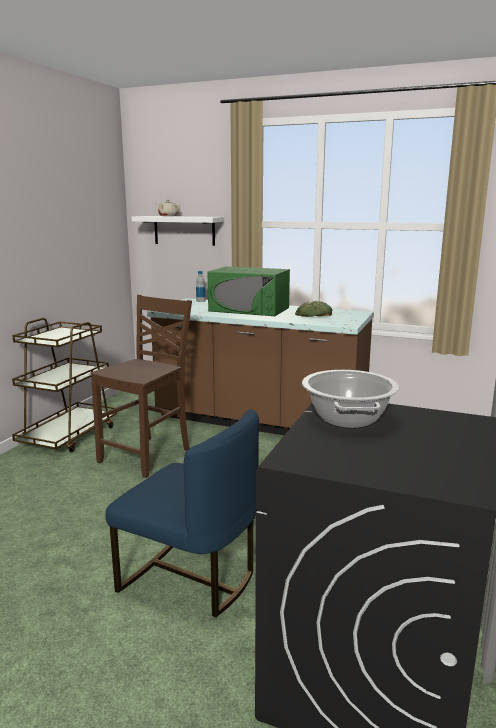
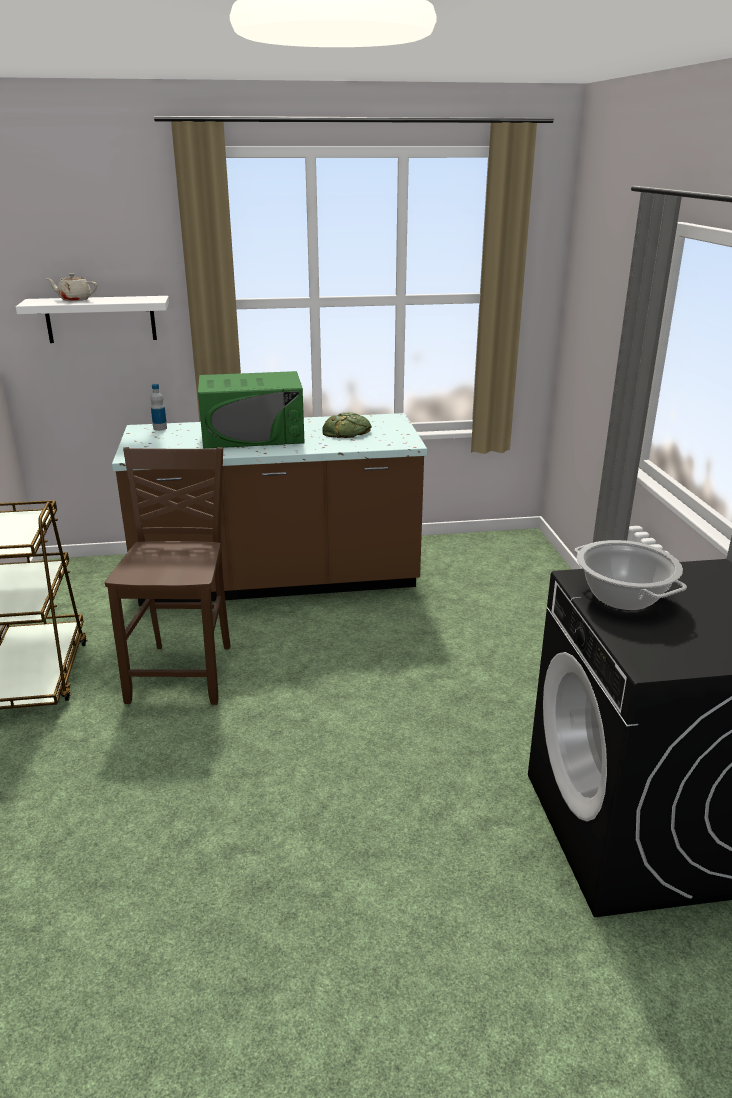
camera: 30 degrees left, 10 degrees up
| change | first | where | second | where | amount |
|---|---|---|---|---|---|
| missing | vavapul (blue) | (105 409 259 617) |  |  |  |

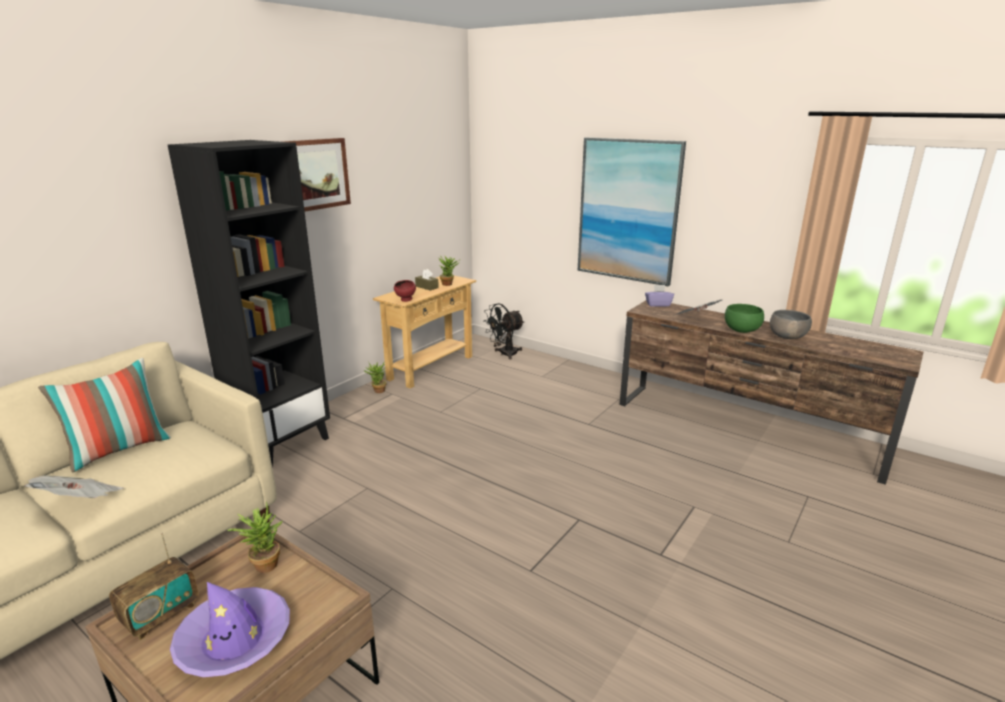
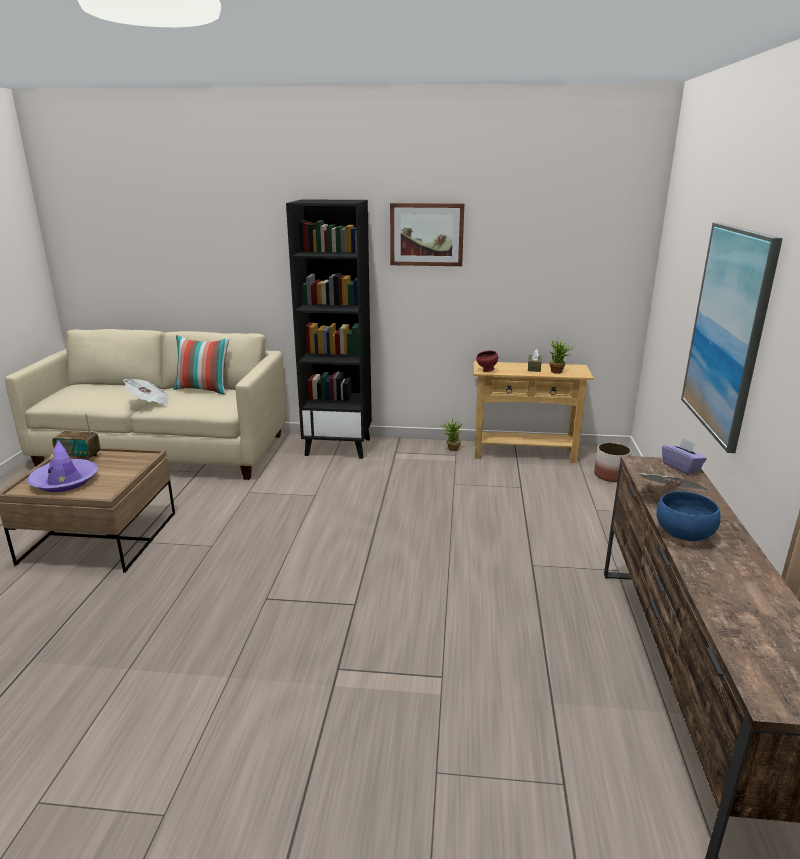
camera: 60 degrees right, 0 degrees up
| change | first | where | second | where | amount |
|---|---|---|---|---|---|
| missing | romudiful | (227 502 282 573) |  |  |  |
| exchanged | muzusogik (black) | (483 303 524 360) | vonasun | (594 443 632 482) |  |
| colour | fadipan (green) | (725 304 764 333) | fadipan (blue) | (656 491 721 541) |  |
| missing | fadipan (grey) | (770 310 812 339) |  |  |  |

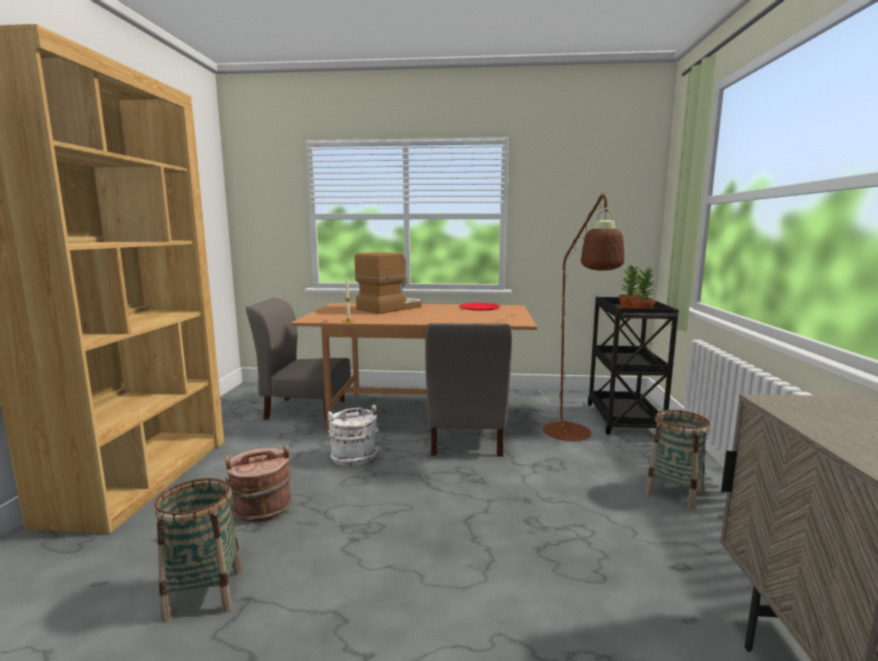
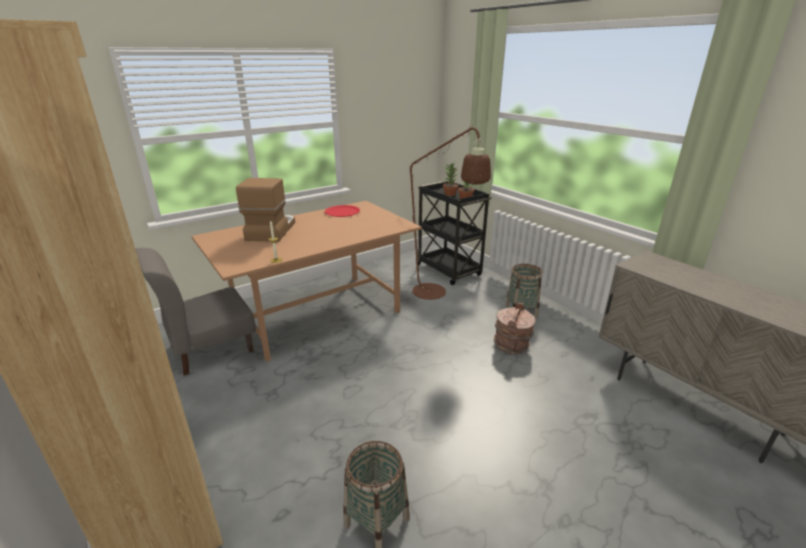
camera: 40 degrees left, 15 degrees up
| change | first | where | second | where | amount |
|---|---|---|---|---|---|
| relocated | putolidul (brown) | (225 445 292 522) |  | (494 302 535 355) |  |
| missing | putolidul (white) | (328 405 379 466) |  |  |  |
| missing | vavapul (grey) | (425 323 512 457) |  |  |  |

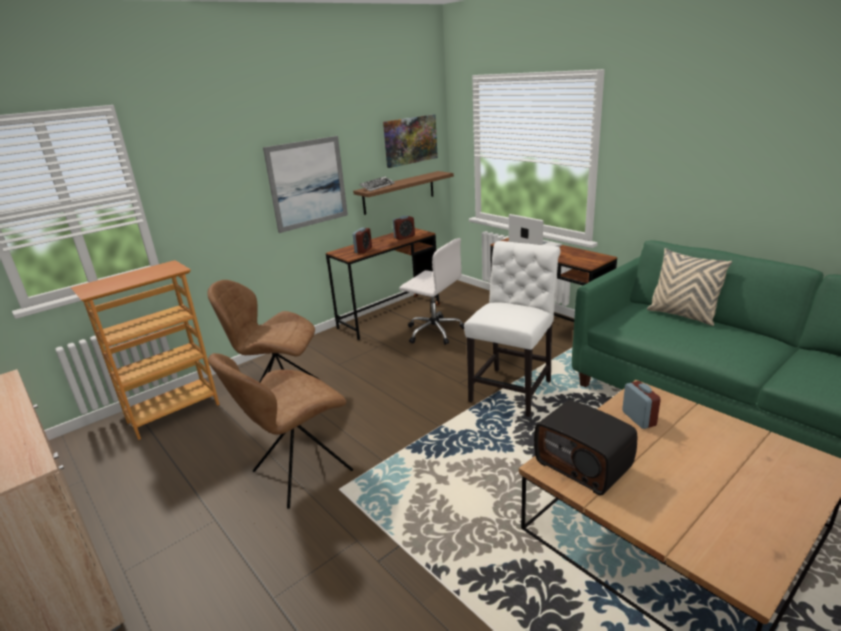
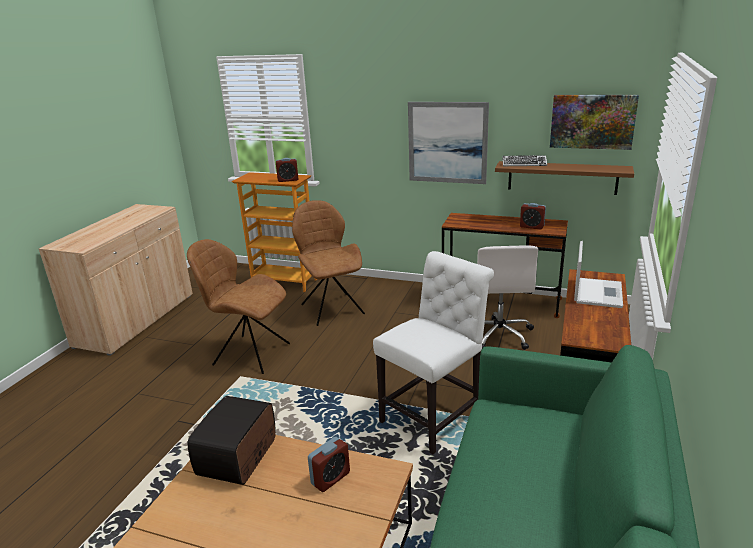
camera: 60 degrees right, 0 degrees up
| change | first | where | second | where | amount |
|---|---|---|---|---|---|
| relocated | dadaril | (352 228 372 254) |  | (276 158 299 182) |  |
| spun | vavapul (white) | (464 241 560 417) |  | (373 251 494 454) | 45 degrees counterclockwise |
| missing | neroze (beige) | (647 248 732 326) |  |  |  |

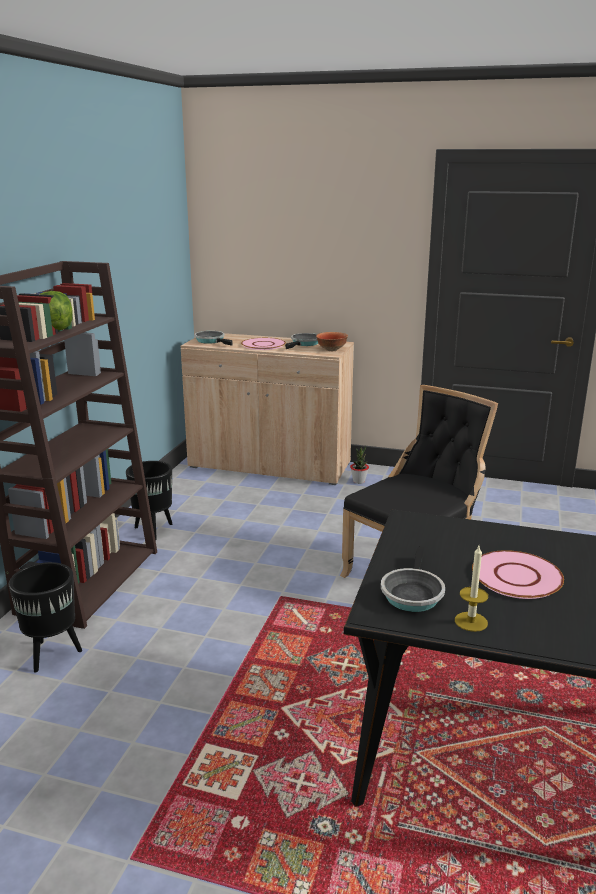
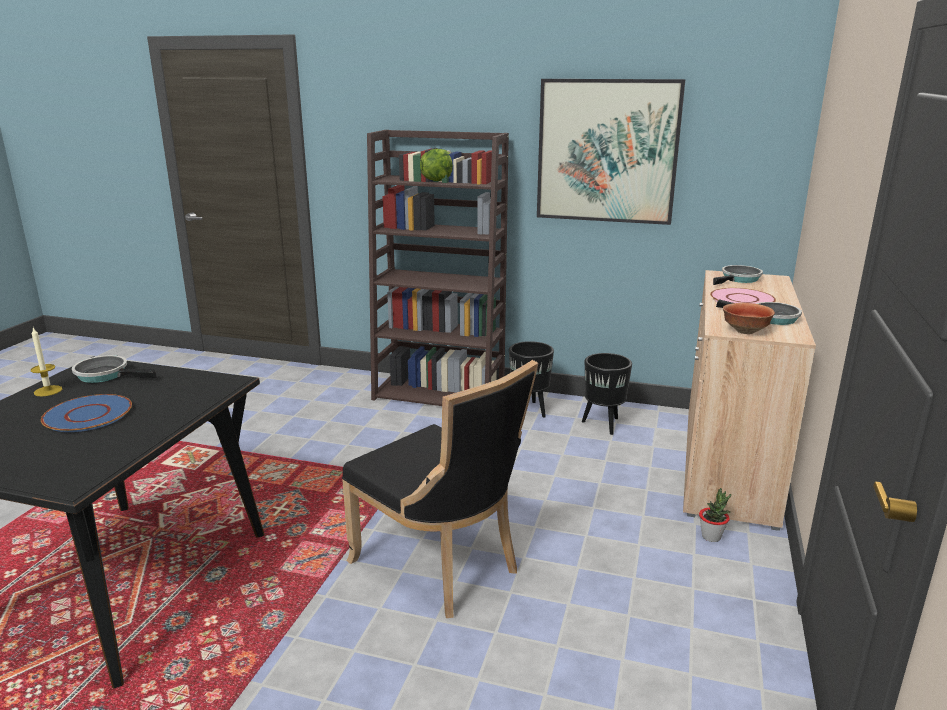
camera: 90 degrees right, 0 degrees up
| change | first | where | second | where | amount |
|---|---|---|---|---|---|
| relocated | vonasun (black) | (9 562 82 673) |  | (582 353 632 435) |  |
| colour | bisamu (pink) | (472 550 564 599) | bisamu (blue) | (41 394 132 432) |  |
| appeared |  |  | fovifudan | (537 79 685 225) |  |

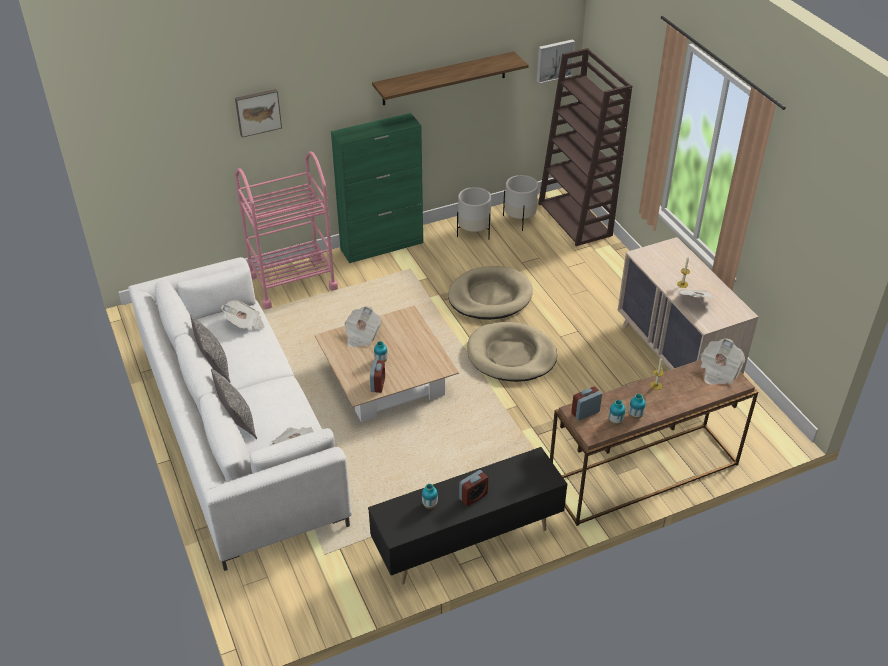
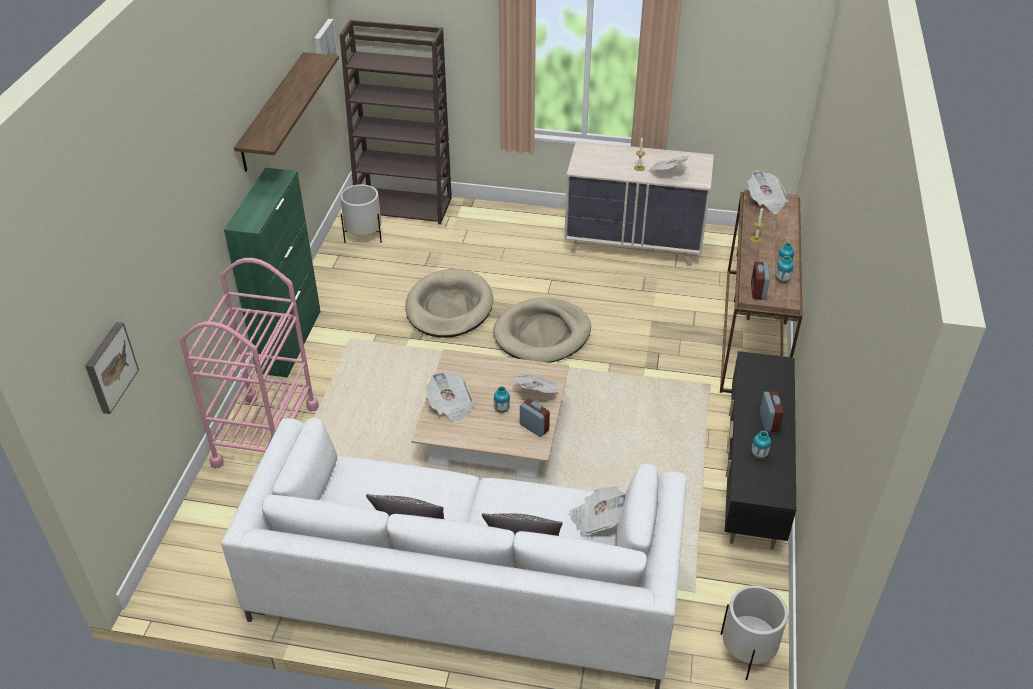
camera: 55 degrees left, 0 degrees up
| change | first | where | second | where | amount |
|---|---|---|---|---|---|
| relocated | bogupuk | (221 300 264 330) |  | (513 375 559 393) |  |
| relocated | fovifudan | (235 89 282 137) |  | (85 322 139 414) |  |
| relocated | vonasun (white) | (457 187 491 239) |  | (721 585 788 680) |  |

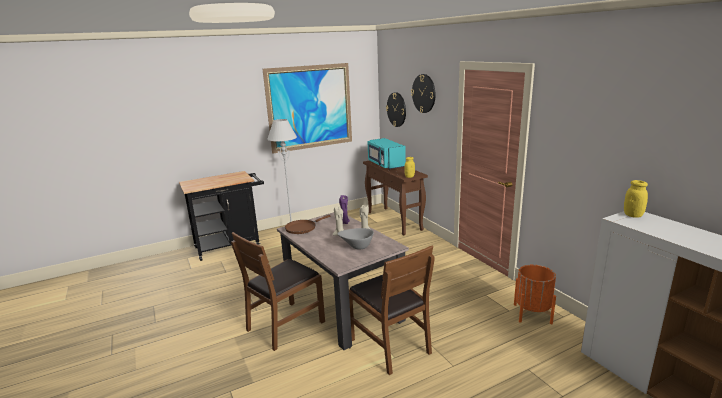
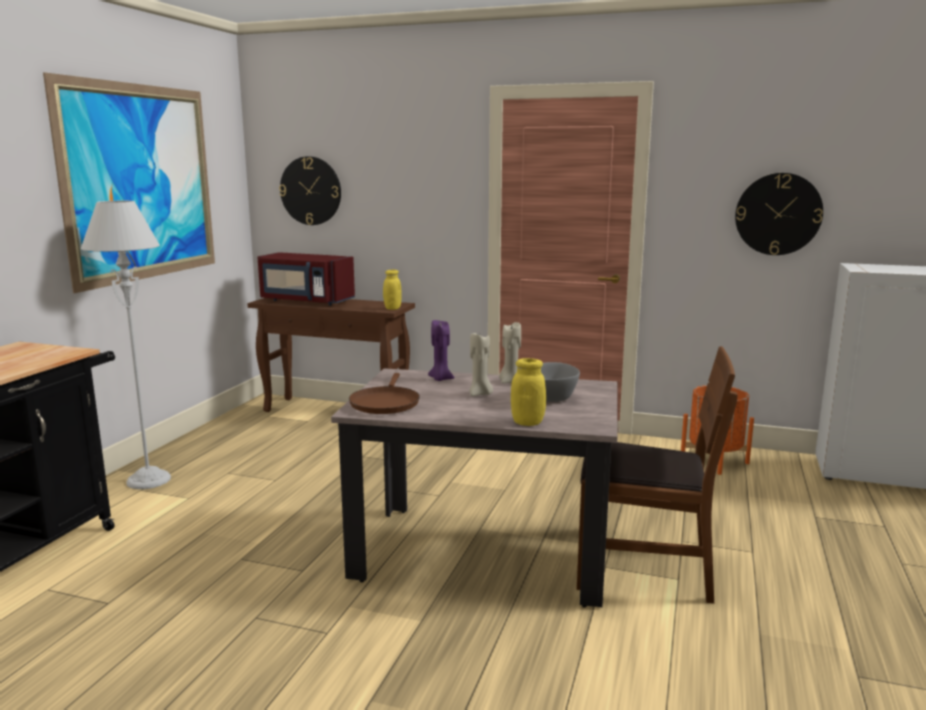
camera: 45 degrees left, 5 degrees down
| change | first | where | second | where | amount |
|---|---|---|---|---|---|
| missing | vavapul (brown) | (231 232 325 351) |  |  |  |
| colour | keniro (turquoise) | (368 138 406 170) | keniro (red) | (258 252 355 306) |  |
| relocated | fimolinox | (411 74 436 113) |  | (735 173 823 255) |  |
| relocated | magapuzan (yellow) | (624 180 648 218) |  | (511 358 546 426) |  |

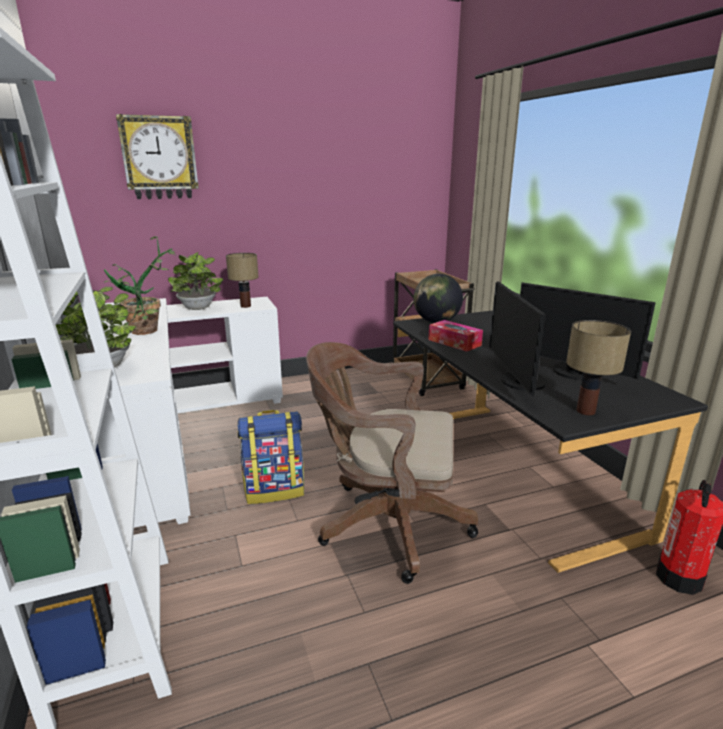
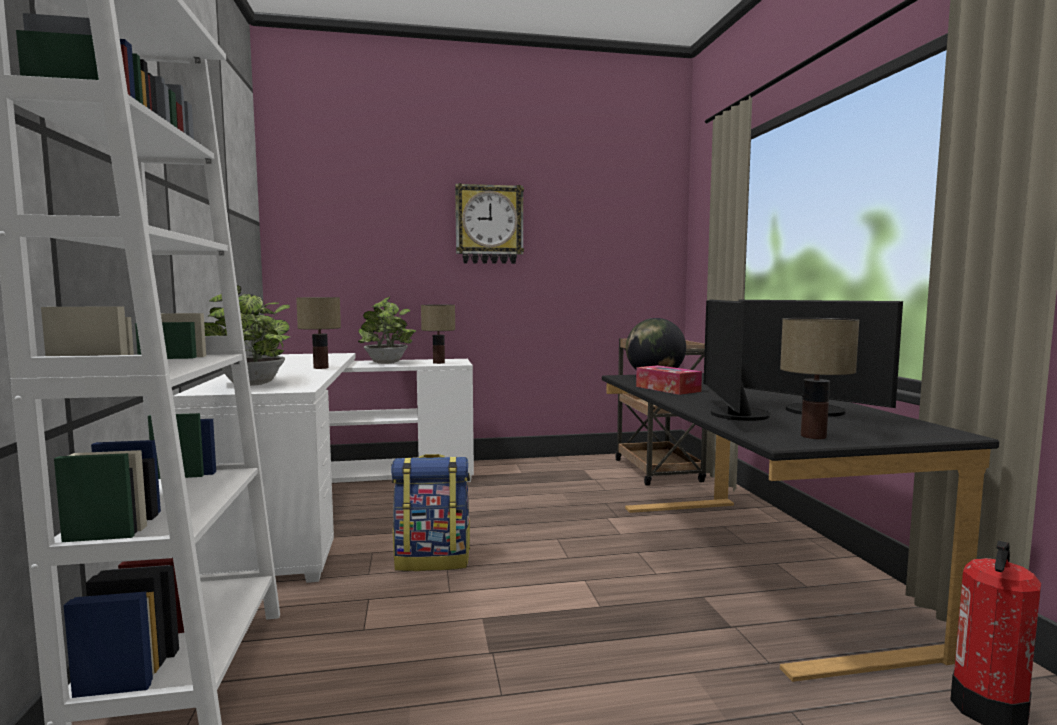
camera: 10 degrees right, 15 degrees down
| change | first | where | second | where | amount |
|---|---|---|---|---|---|
| exchanged | romudiful | (104 236 176 335) | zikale | (296 297 341 369) |  |
| relocated | fimolinox | (116 114 199 199) |  | (455 183 524 264) |  |
| missing | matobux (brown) | (306 342 478 584) |  |  |  |

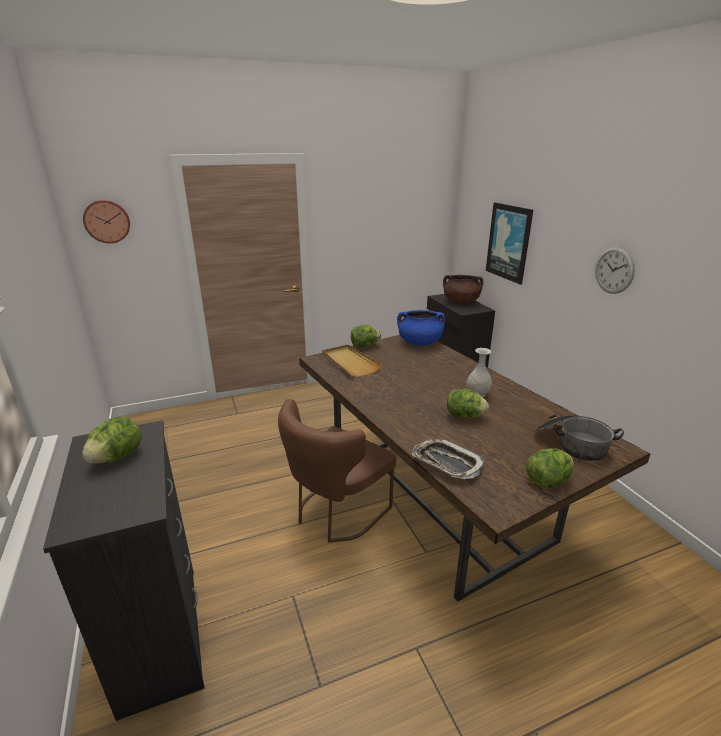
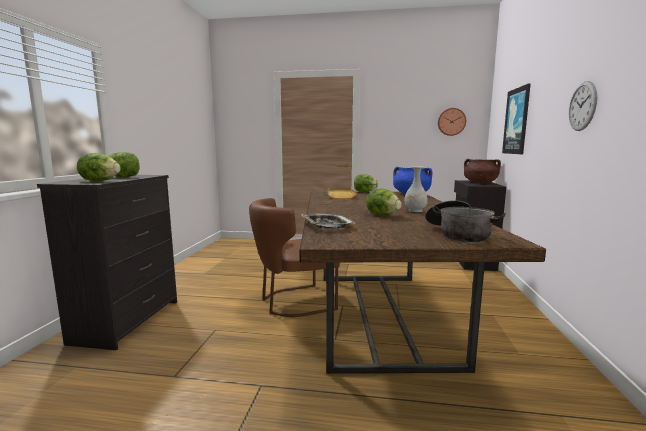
camera: 30 degrees right, 15 degrees down
| change | first | where | second | where | amount |
|---|---|---|---|---|---|
| relocated | fimolinox | (83 200 130 243) |  | (438 108 466 136) |  |
| relocated | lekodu | (526 448 574 488) |  | (77 153 121 181) |  |

